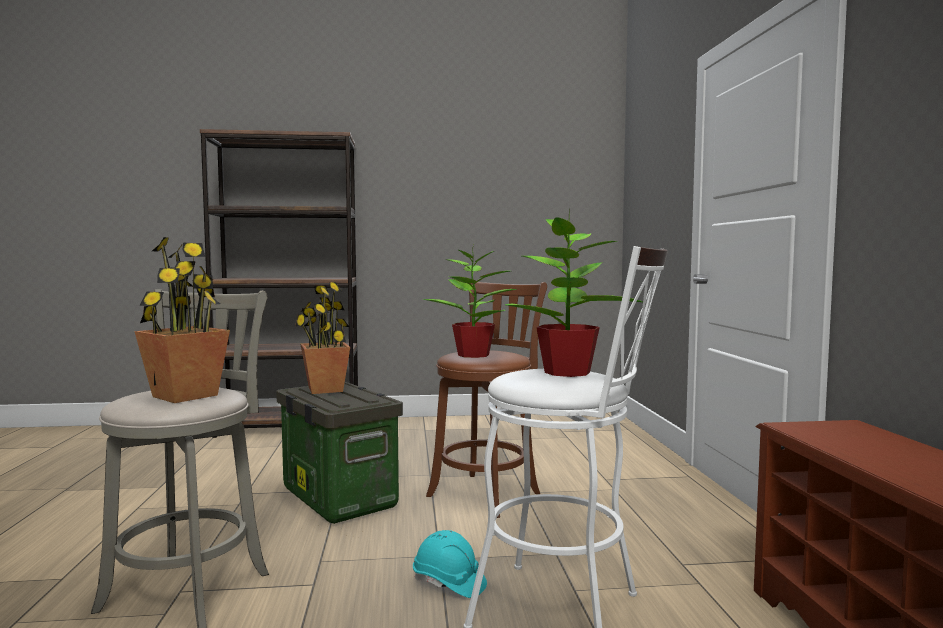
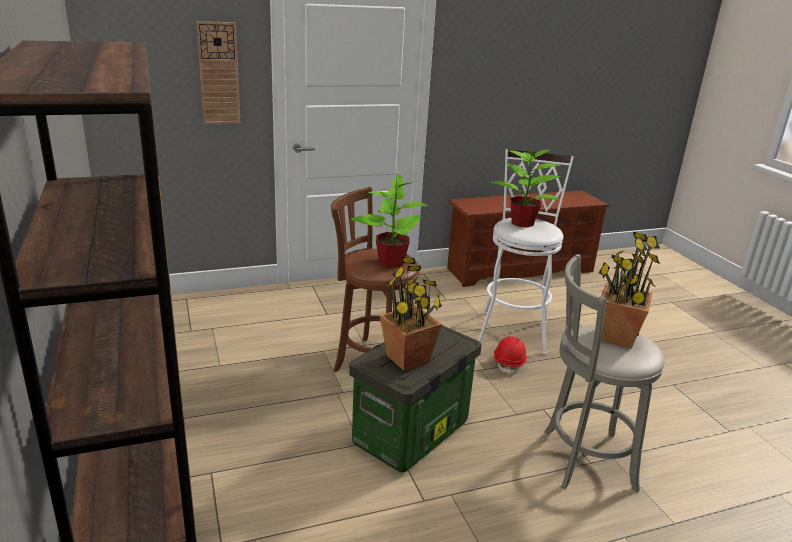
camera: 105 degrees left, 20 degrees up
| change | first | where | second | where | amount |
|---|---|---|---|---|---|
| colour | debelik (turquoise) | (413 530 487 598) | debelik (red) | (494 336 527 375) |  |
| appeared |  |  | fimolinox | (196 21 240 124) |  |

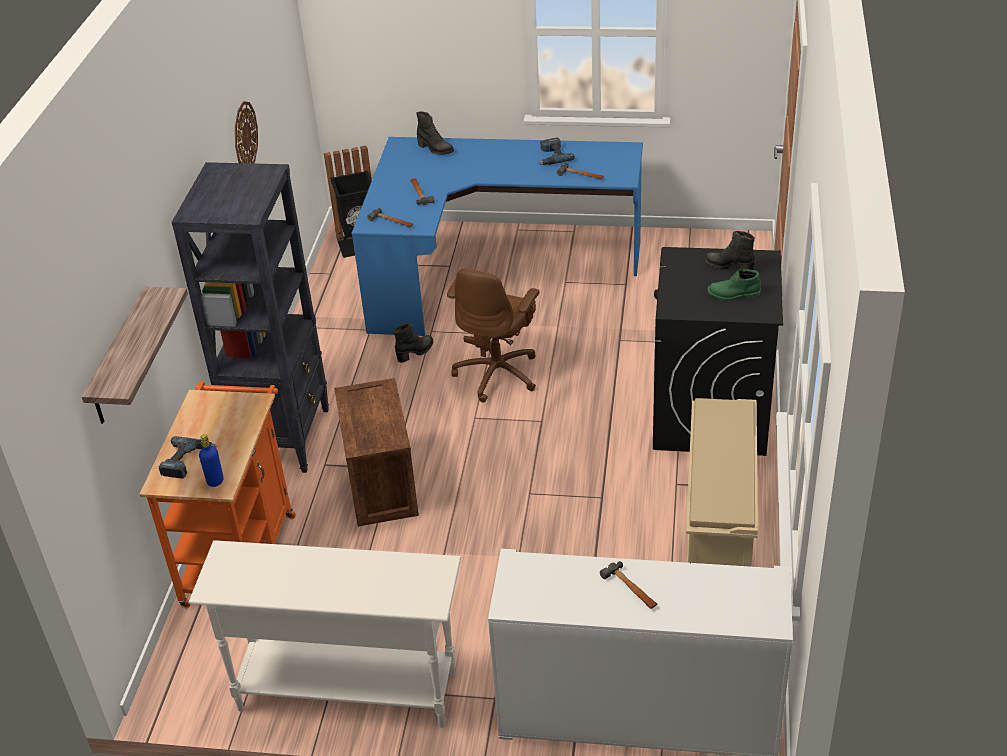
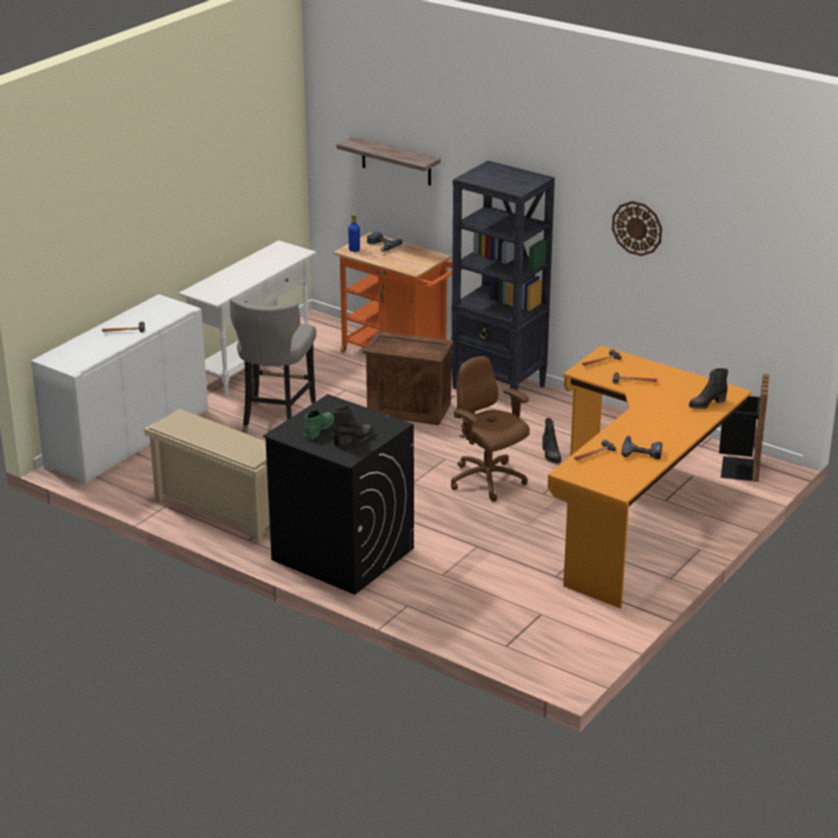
camera: 115 degrees right, 10 degrees down
| change | first | where | second | where | amount |
|---|---|---|---|---|---|
| colour | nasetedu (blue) | (352 137 643 336) | nasetedu (orange) | (548 345 752 608) |  |
| appeared |  |  | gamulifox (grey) | (230 297 316 434) |  |

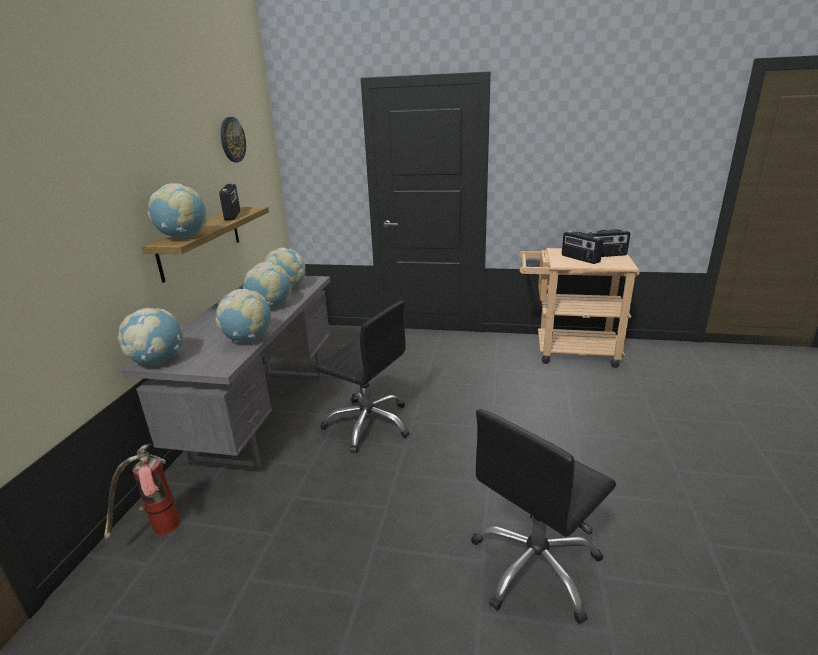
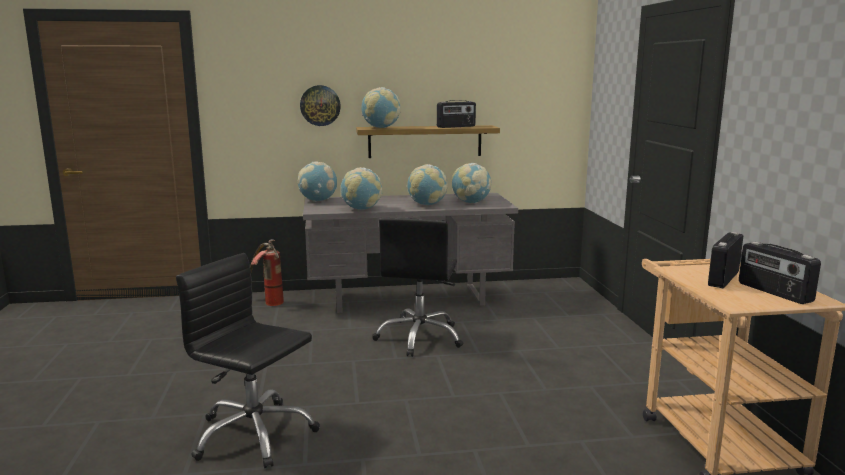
camera: 70 degrees right, 10 degrees down
| change | first | where | second | where | amount |
|---|---|---|---|---|---|
| relocated | fimolinox | (221 117 246 162) |  | (300 85 341 126) |  |

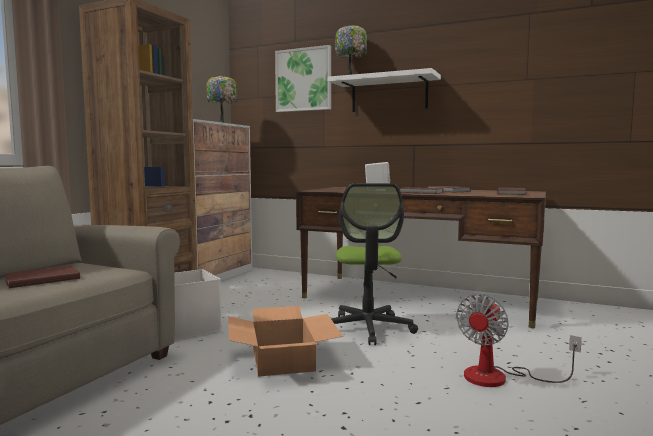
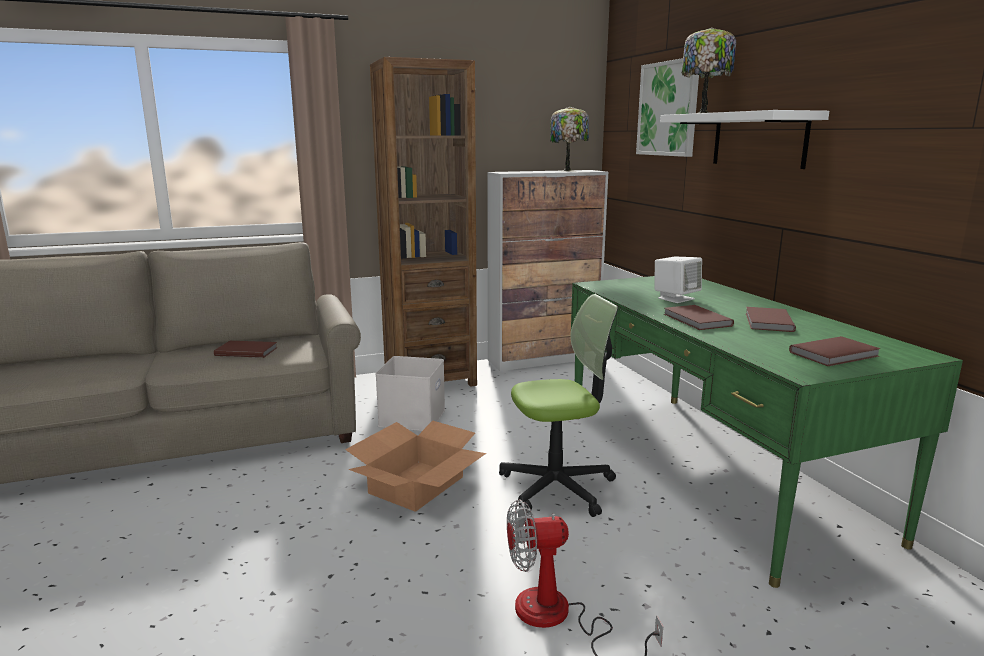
camera: 45 degrees right, 10 degrees up
| change | first | where | second | where | amount |
|---|---|---|---|---|---|
| colour | nasetedu (brown) | (296 187 546 328) | nasetedu (green) | (571 276 963 588) |  |
| spun | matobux | (331 183 418 345) |  | (499 294 618 517) | 150 degrees counterclockwise |

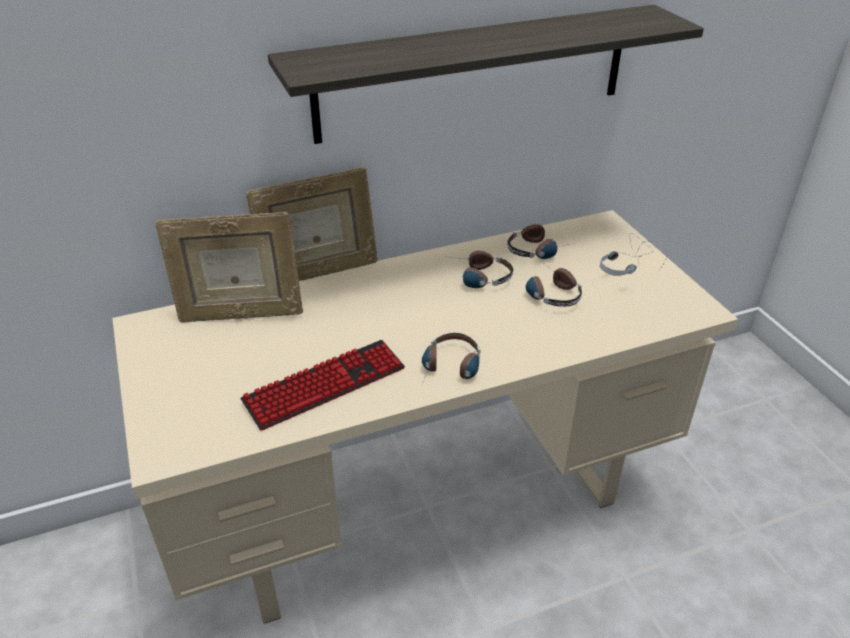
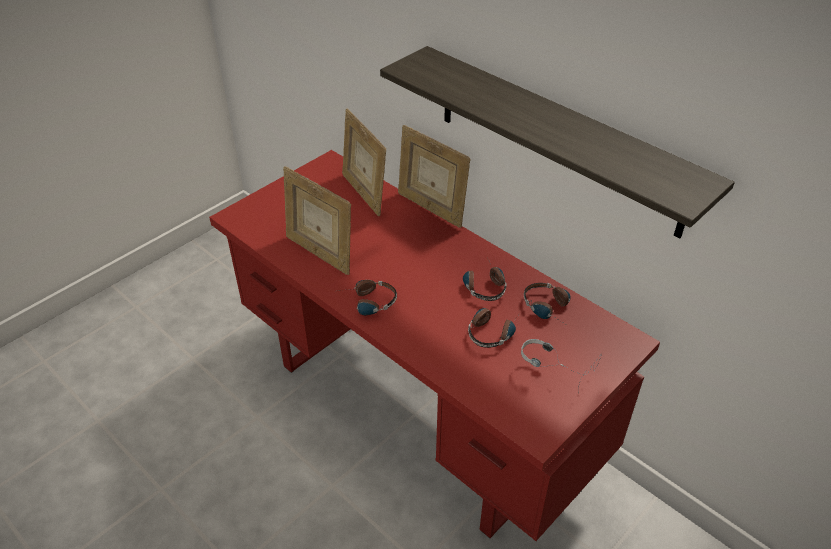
camera: 65 degrees right, 5 degrees up
| change | first | where | second | where | amount |
|---|---|---|---|---|---|
| colour | nasetedu (beige) | (112 210 738 624) | nasetedu (red) | (209 150 660 541) |  |
| exchanged | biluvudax | (240 340 405 431) | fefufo | (283 167 351 275) |  |

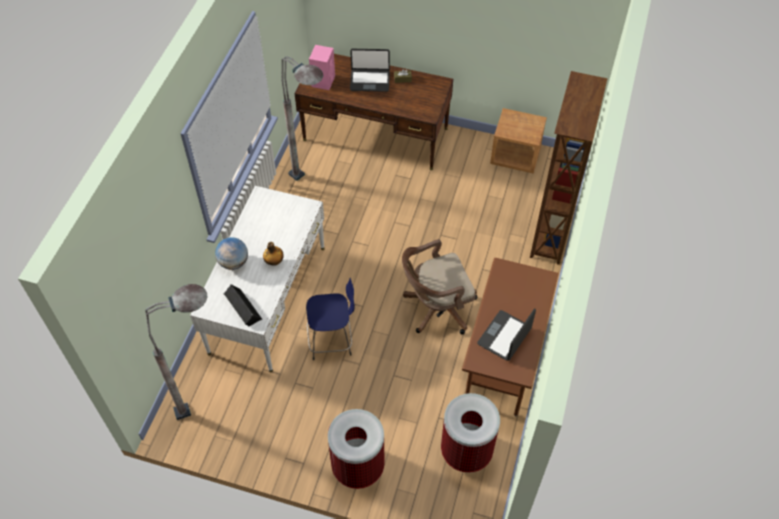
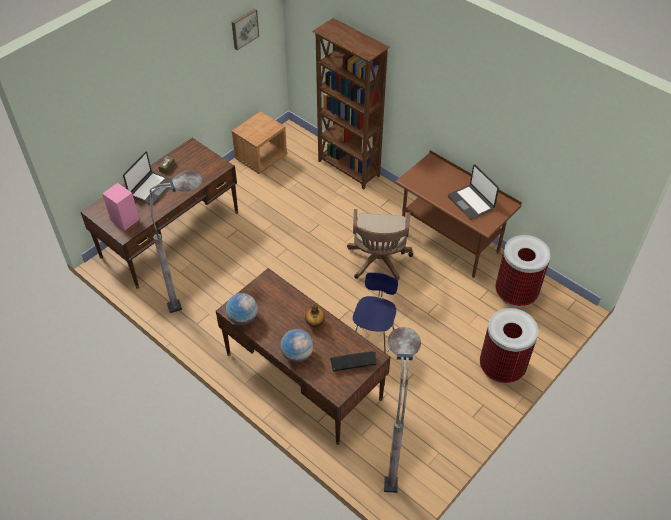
camera: 65 degrees left, 5 degrees down
| change | first | where | second | where | amount |
|---|---|---|---|---|---|
| colour | nasetedu (white) | (190 186 324 372) | nasetedu (brown) | (216 268 390 445) |  |
| appeared |  |  | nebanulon | (226 293 258 325) |  |
| appeared |  |  | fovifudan | (232 8 259 50) |  |

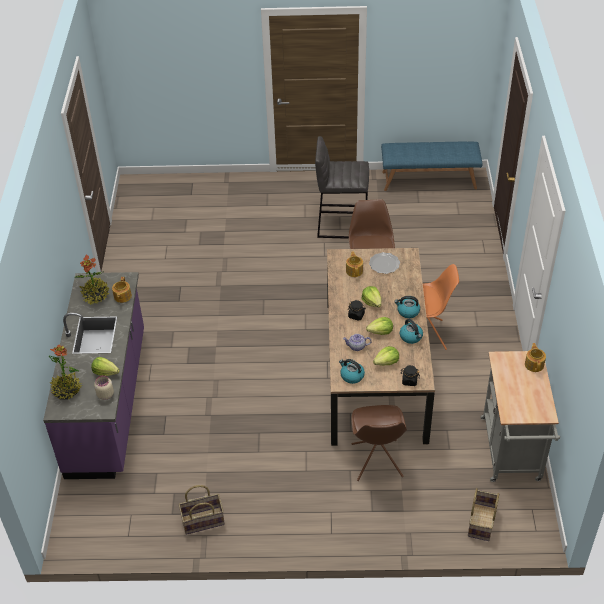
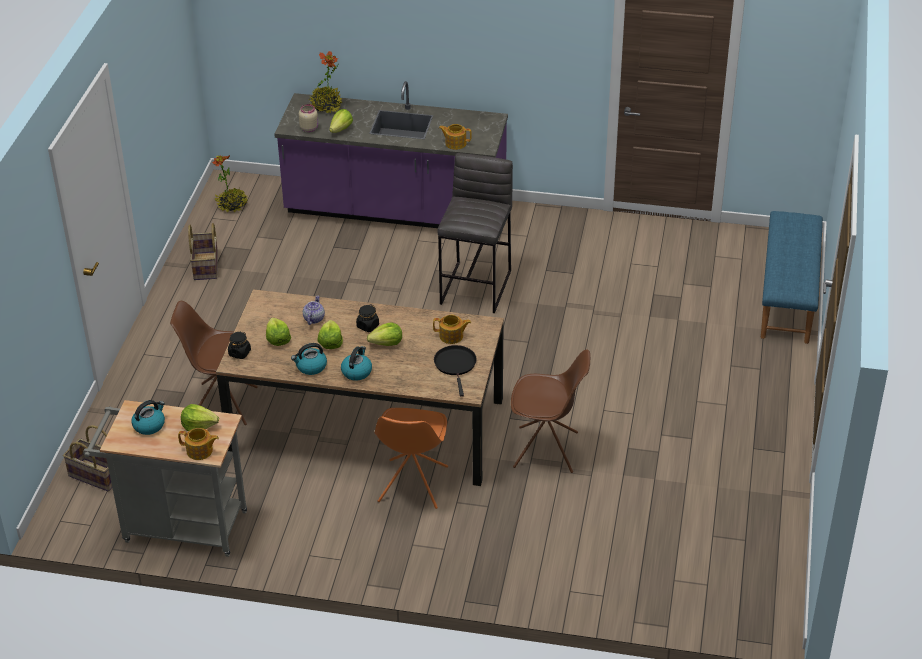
camera: 100 degrees right, 5 degrees down
| change | first | where | second | where | amount |
|---|---|---|---|---|---|
| relocated | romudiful | (74 254 109 305) |  | (212 155 248 212) |  |
| relocated | gamulifox (grey) | (315 136 369 239) |  | (438 153 513 313) |  |
| relocated | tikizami | (339 359 365 384) |  | (131 400 165 435) |  |
| exchanged | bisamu | (369 252 400 274) | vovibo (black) | (434 345 477 396) |  |
| relocated | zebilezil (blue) | (381 141 483 191) |  | (761 211 823 344) |  |
| appeared |  |  | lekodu | (181 404 219 431) |  |

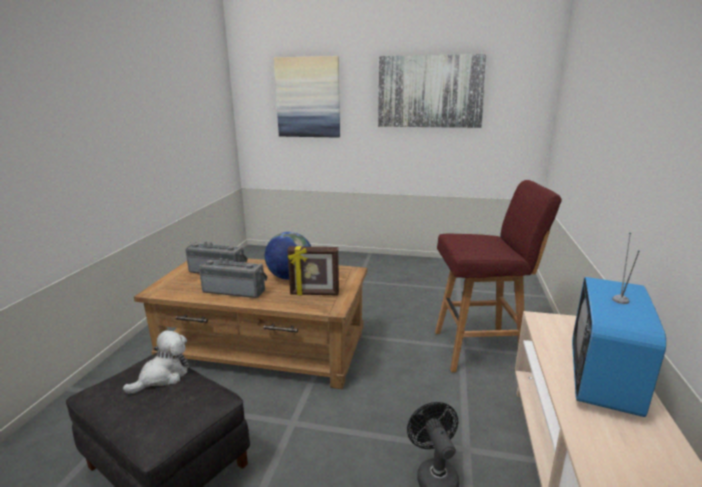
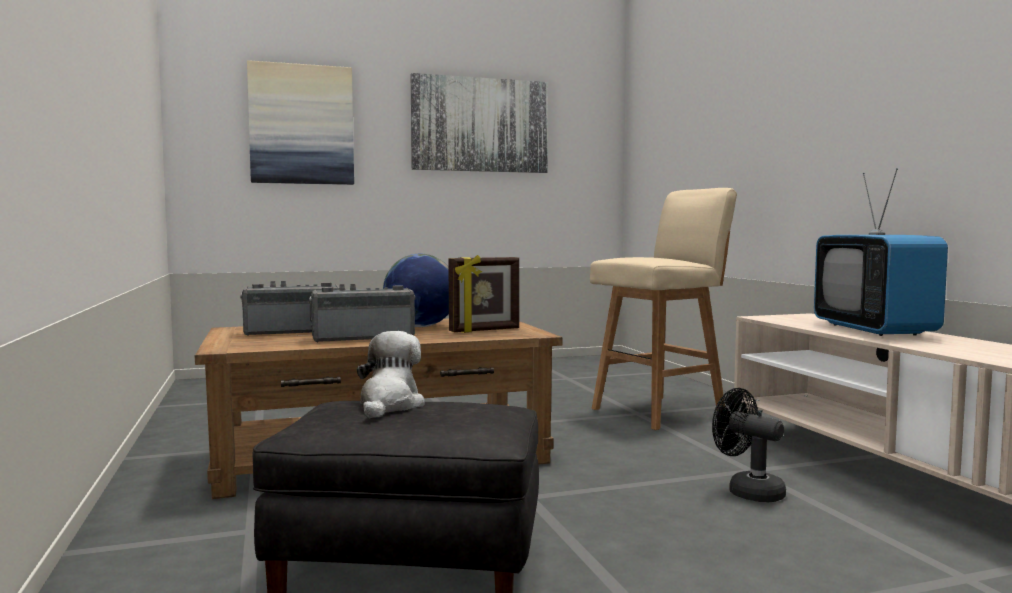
camera: 30 degrees left, 15 degrees down
| change | first | where | second | where | amount |
|---|---|---|---|---|---|
| colour | gamulifox (red) | (435 180 562 372) | gamulifox (beige) | (590 188 737 430) |  |

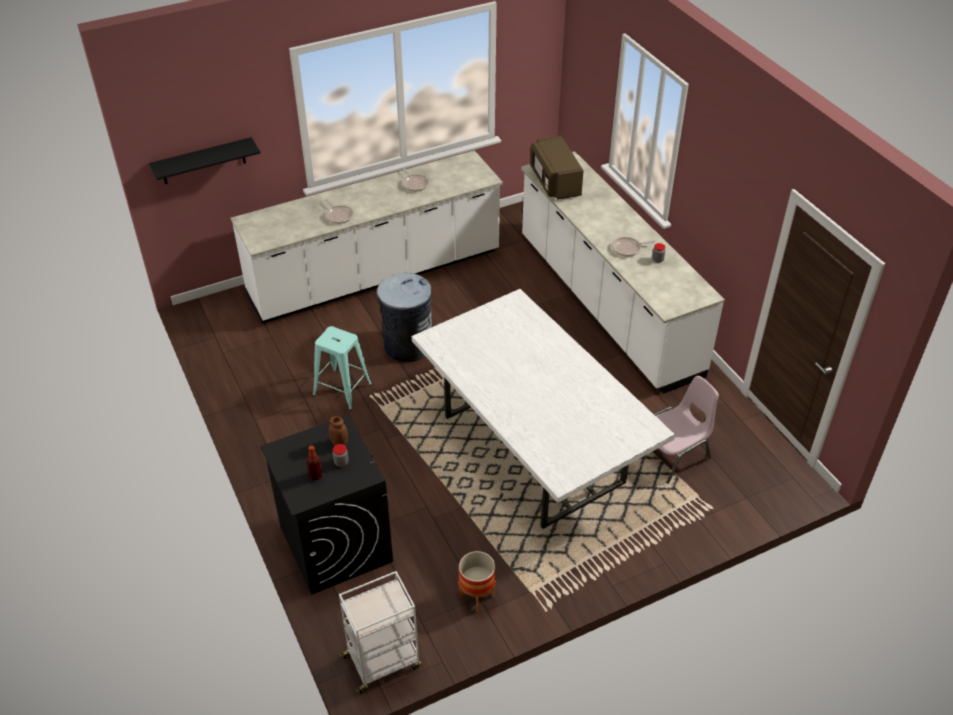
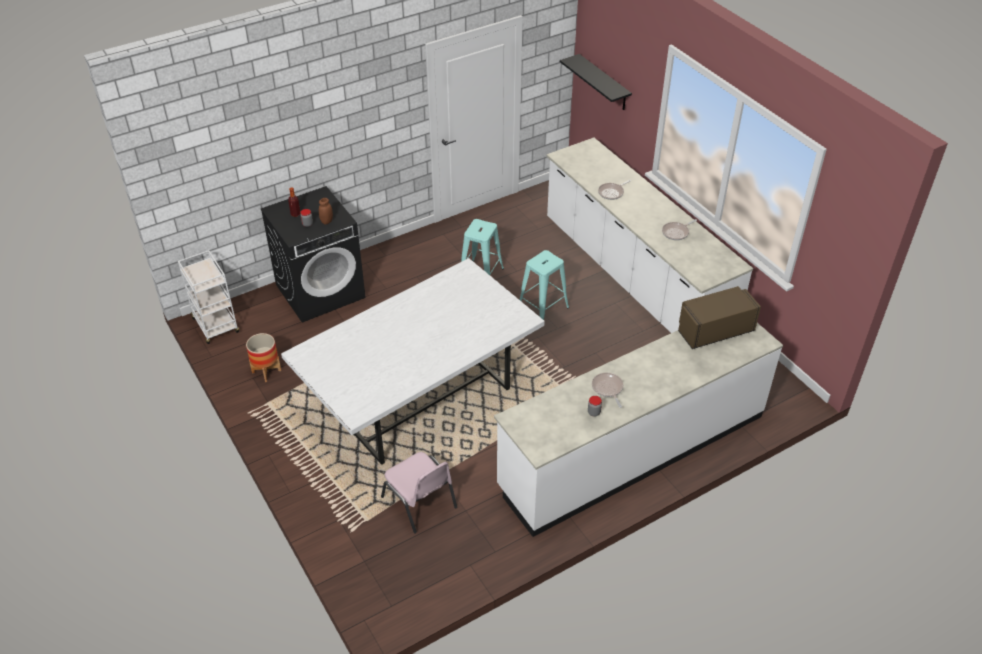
camera: 85 degrees right, 0 degrees up
| change | first | where | second | where | amount |
|---|---|---|---|---|---|
| exchanged | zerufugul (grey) | (377 273 432 362) | gamulifox (turquoise) | (520 250 569 320) |  |

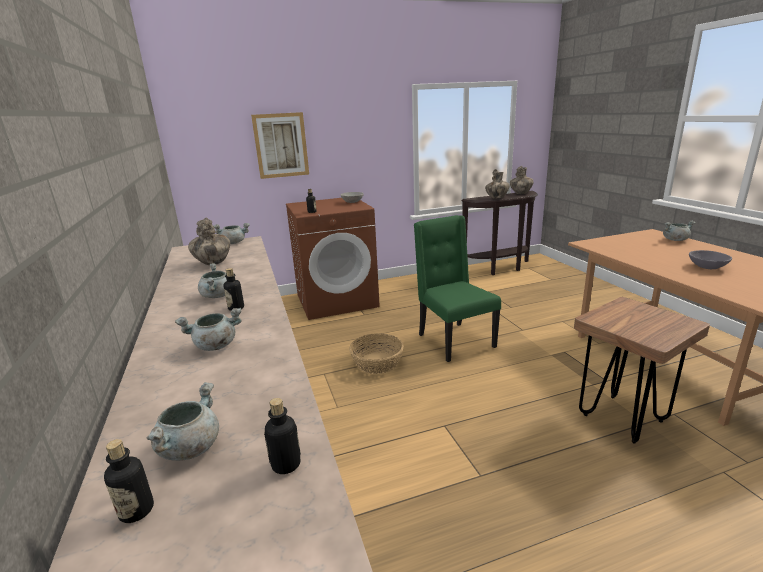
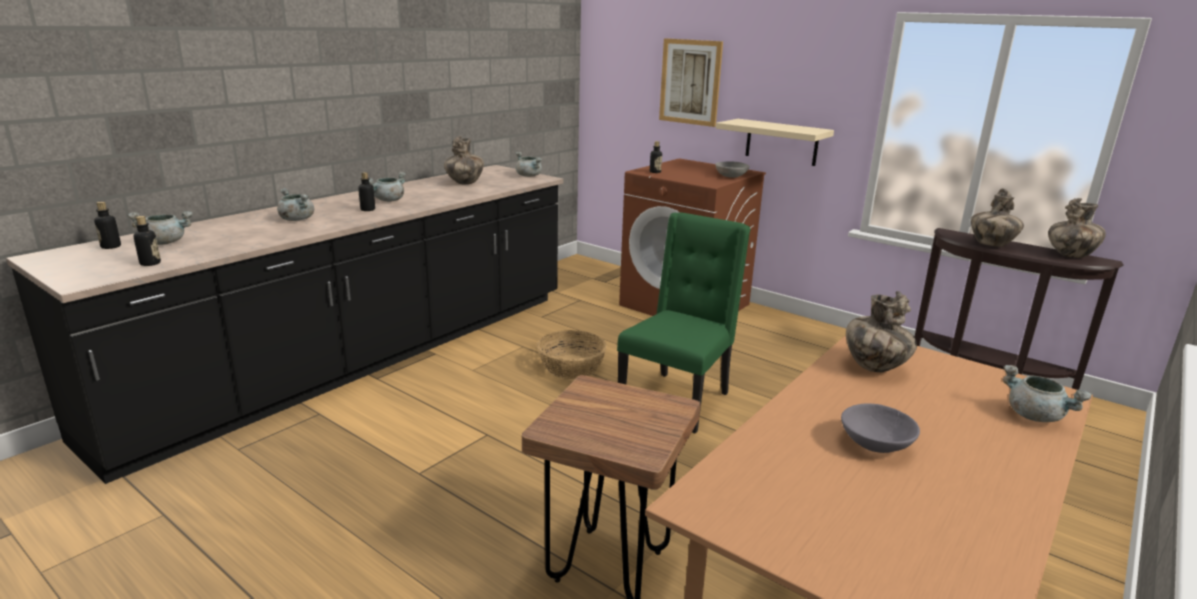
camera: 55 degrees right, 0 degrees up
| change | first | where | second | where | amount |
|---|---|---|---|---|---|
| appeared |  |  | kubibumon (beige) | (716 119 834 166) |  |
| appeared |  |  | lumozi | (846 291 917 372) |  |

